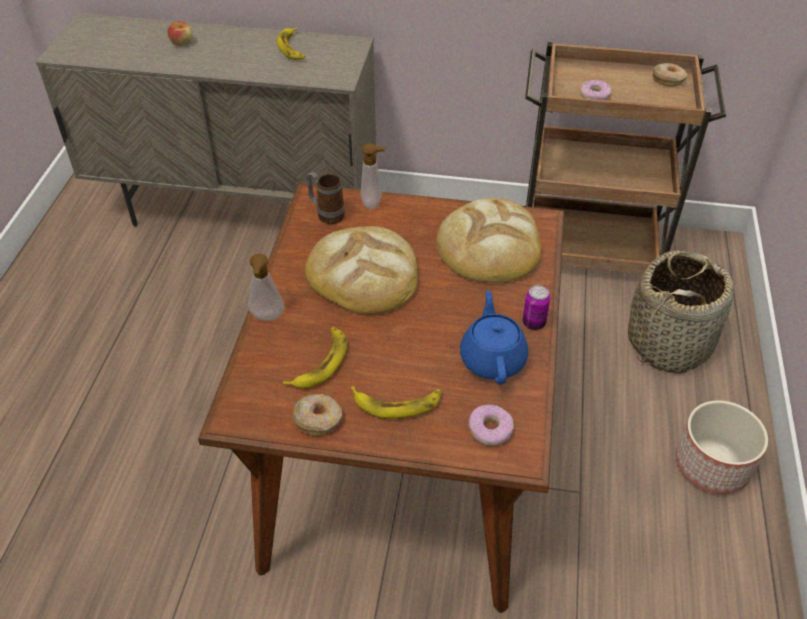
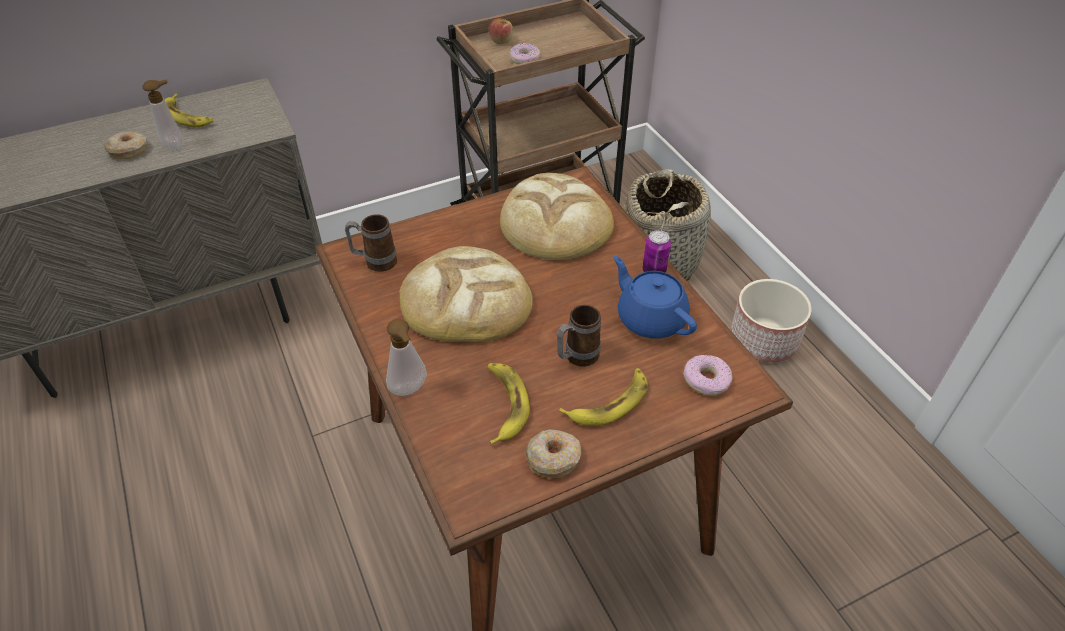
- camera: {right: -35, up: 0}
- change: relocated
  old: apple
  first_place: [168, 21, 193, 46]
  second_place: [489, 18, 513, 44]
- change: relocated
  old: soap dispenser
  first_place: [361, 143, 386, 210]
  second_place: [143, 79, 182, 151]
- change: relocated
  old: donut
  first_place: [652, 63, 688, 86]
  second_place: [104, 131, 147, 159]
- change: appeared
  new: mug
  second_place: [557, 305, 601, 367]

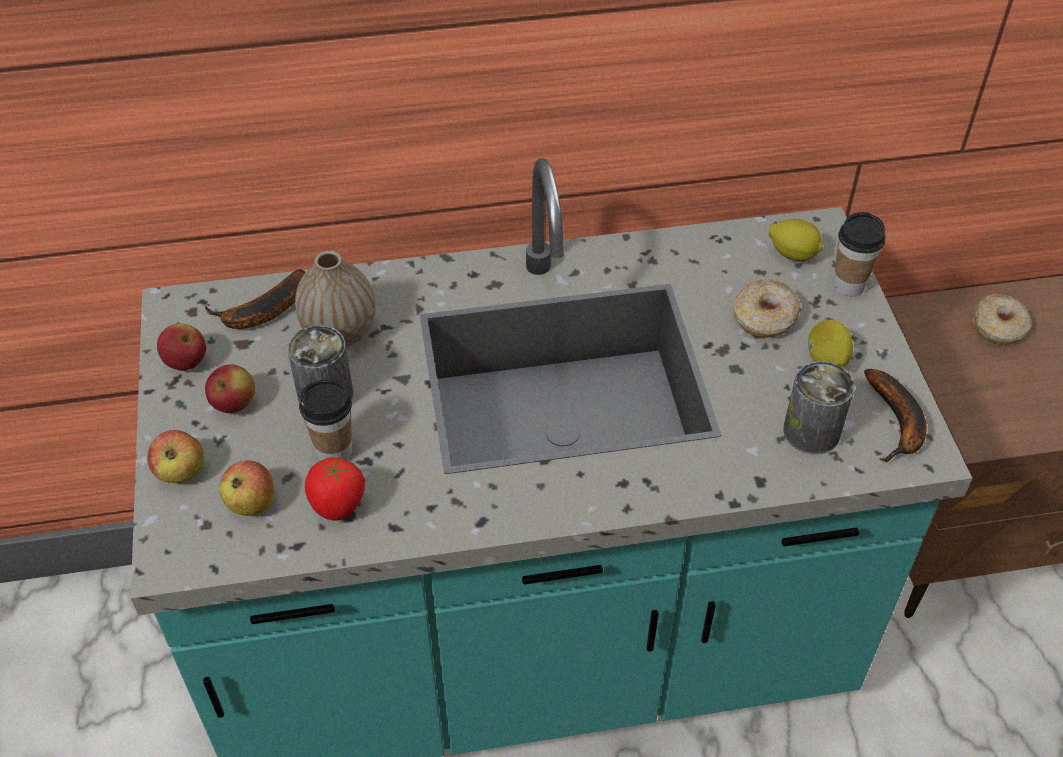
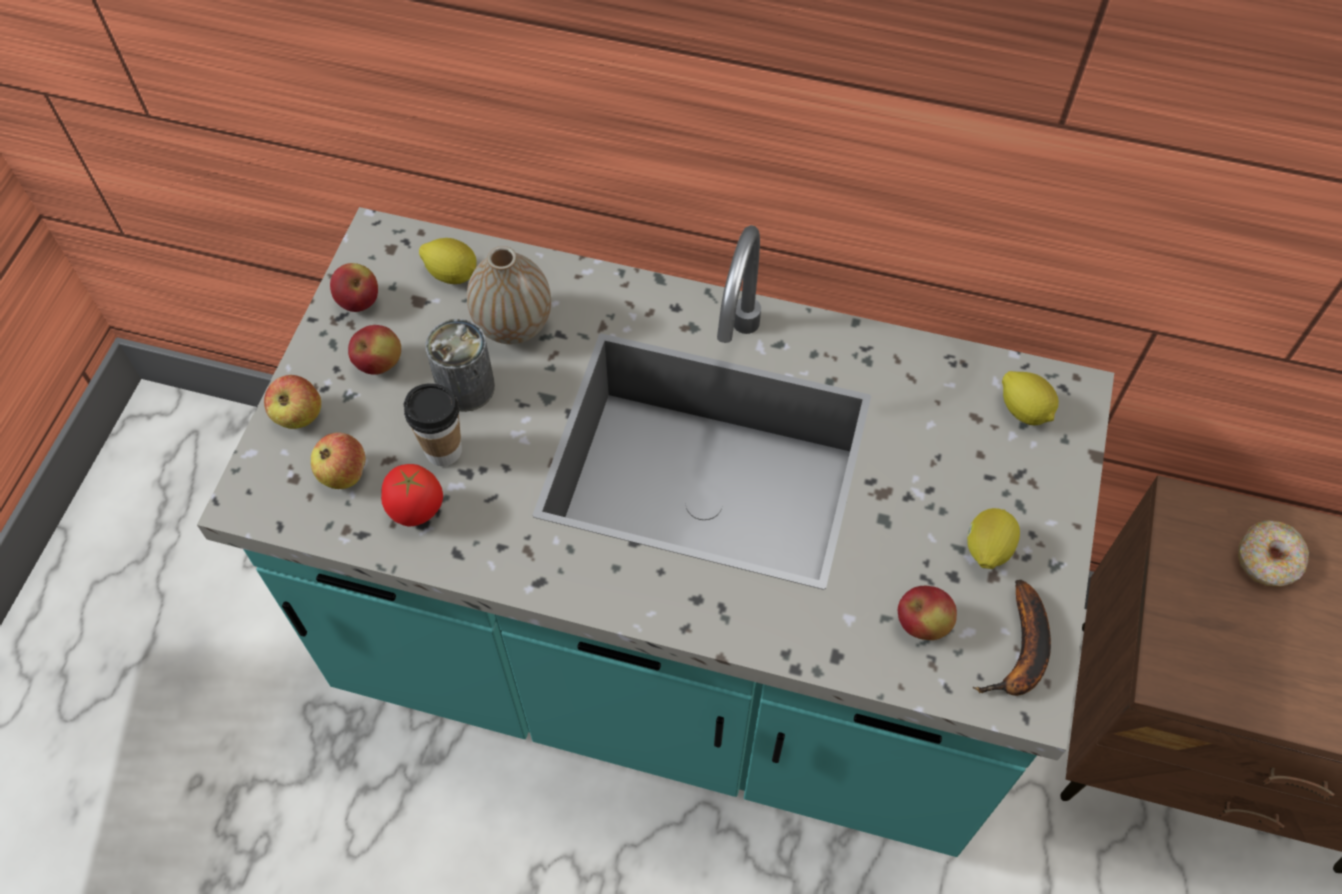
- camera: {right: 25, up: 10}
- change: exchanged
  old: banana
  new: lemon
  first_place: [203, 269, 305, 329]
  second_place: [419, 238, 476, 284]
- change: missing
  old: donut
  first_place: [733, 279, 800, 338]
- change: exchanged
  old: can
  new: apple
  first_place: [783, 361, 855, 454]
  second_place: [898, 586, 957, 640]
- change: missing
  old: cup
  first_place: [833, 212, 885, 296]

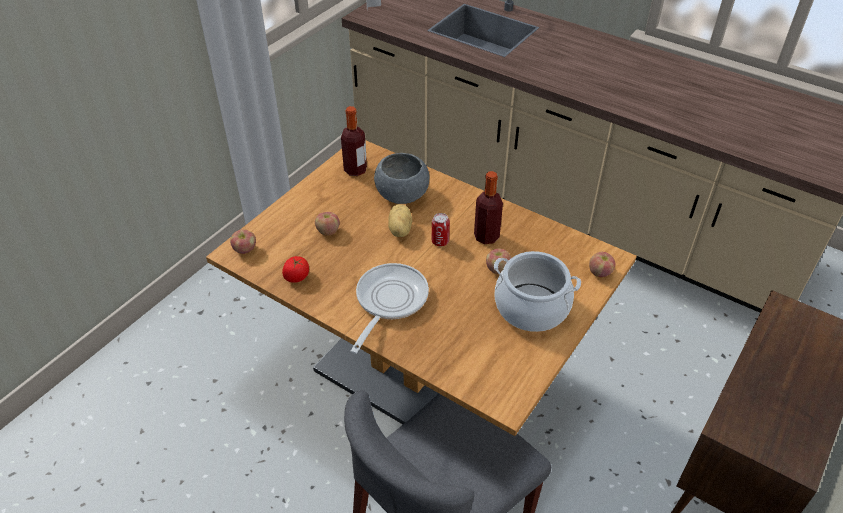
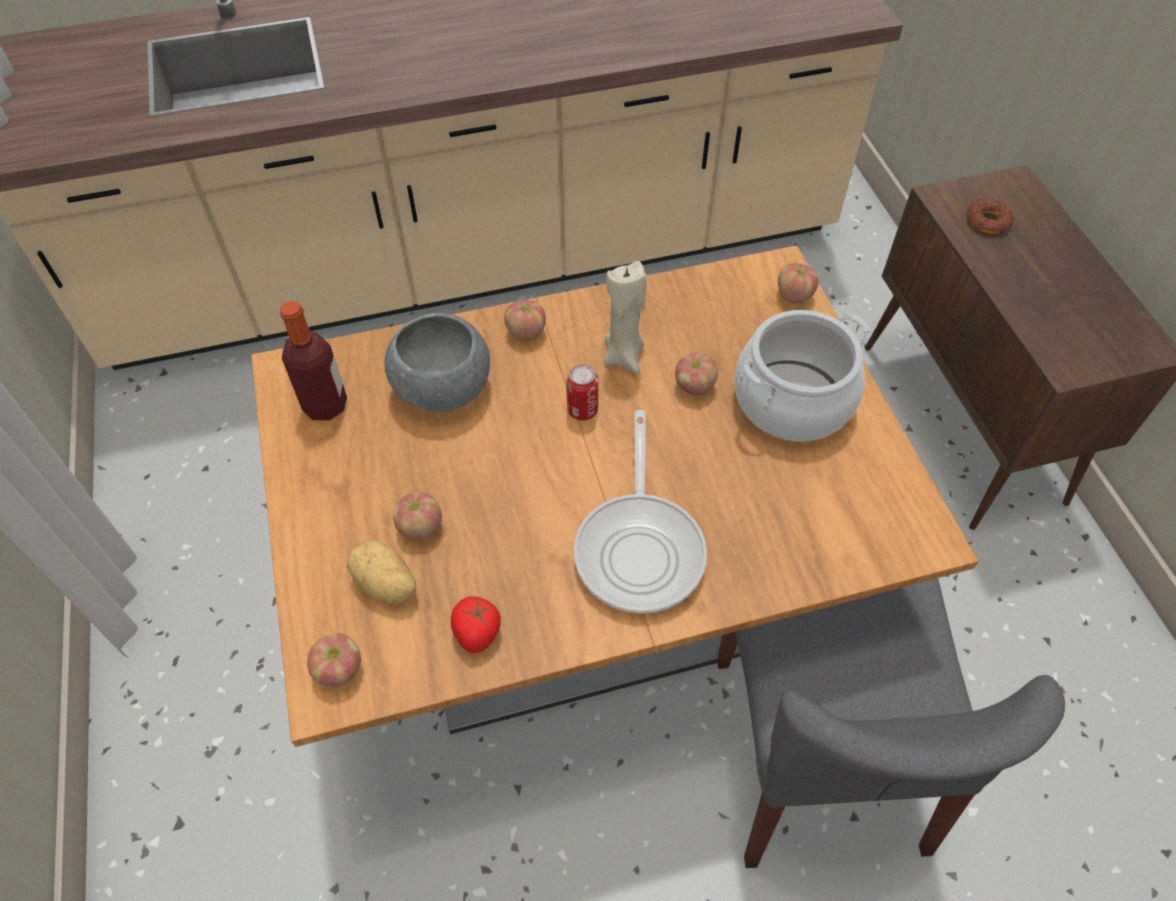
- camera: {right: -50, up: 10}
- change: spun
  old: frying pan
  first_place: [351, 263, 429, 354]
  second_place: [574, 410, 707, 614]
  degrees: -150
- change: relocated
  old: potato
  first_place: [388, 204, 412, 237]
  second_place: [347, 540, 416, 604]
- change: exchanged
  old: bottle
  new: beige candle
  first_place: [474, 171, 503, 244]
  second_place: [604, 261, 647, 374]
- change: appeared
  new: apple
  second_place: [504, 300, 546, 341]
- change: appeared
  new: donut
  second_place: [967, 199, 1014, 234]

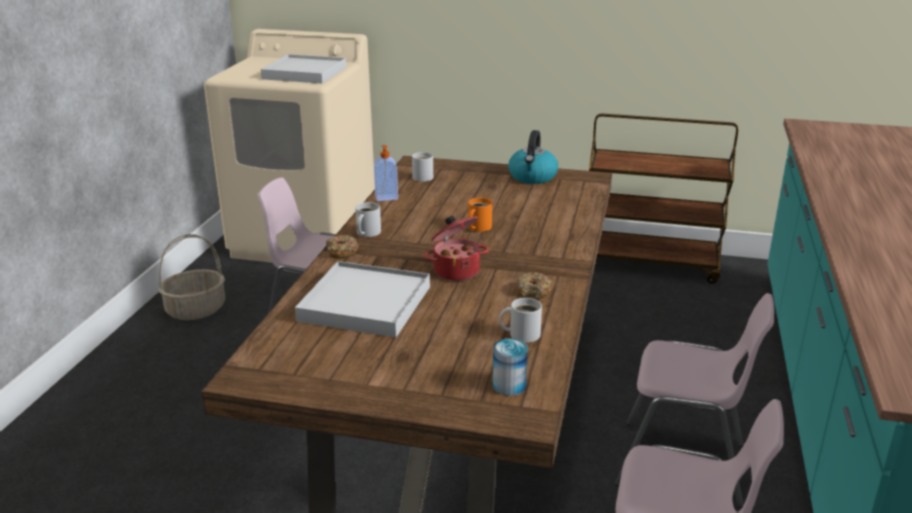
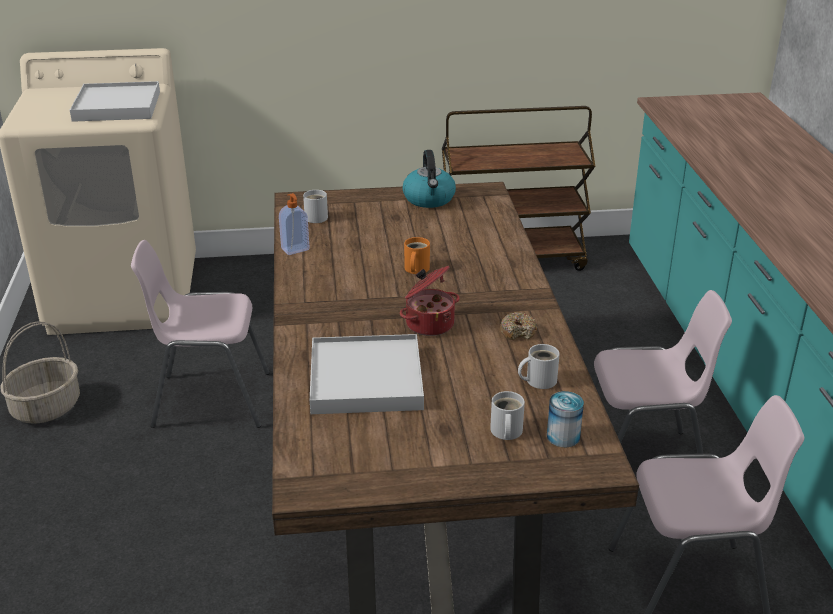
- camera: {right: -20, up: 5}
- change: missing
  old: donut
  first_place: [326, 235, 358, 259]
- change: relocated
  old: white mug
  first_place: [356, 202, 381, 237]
  second_place: [490, 391, 525, 440]

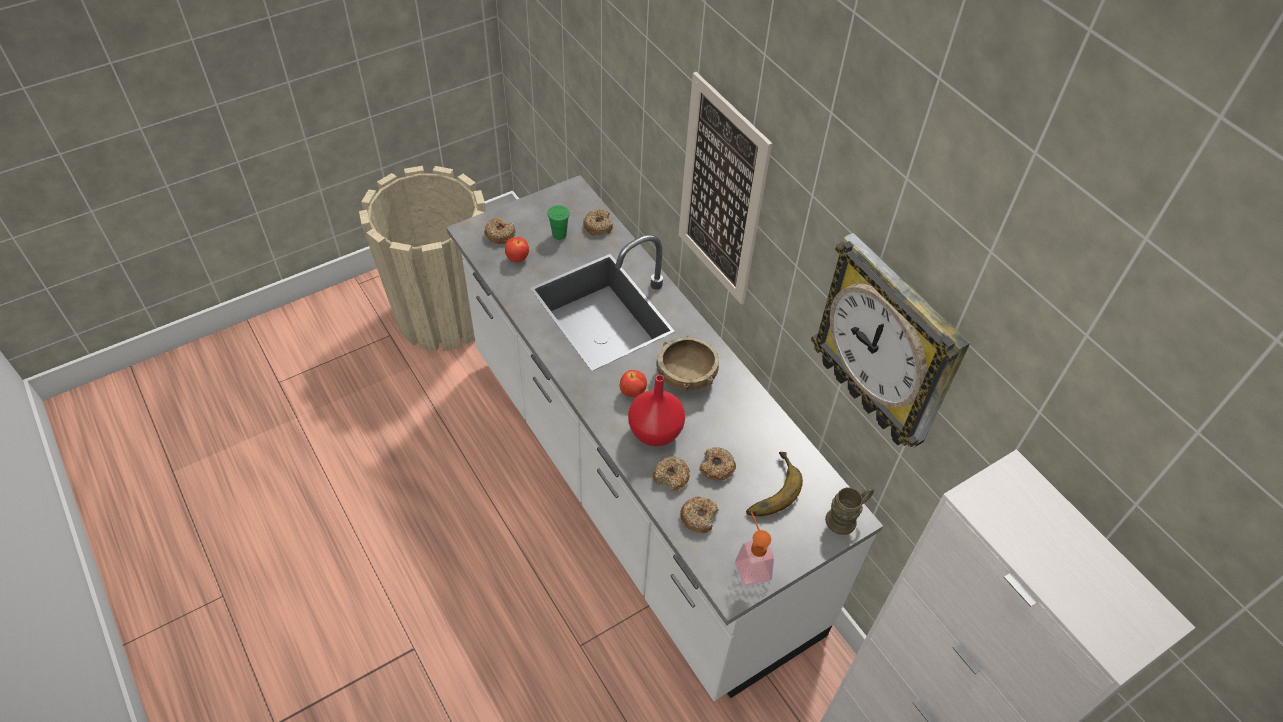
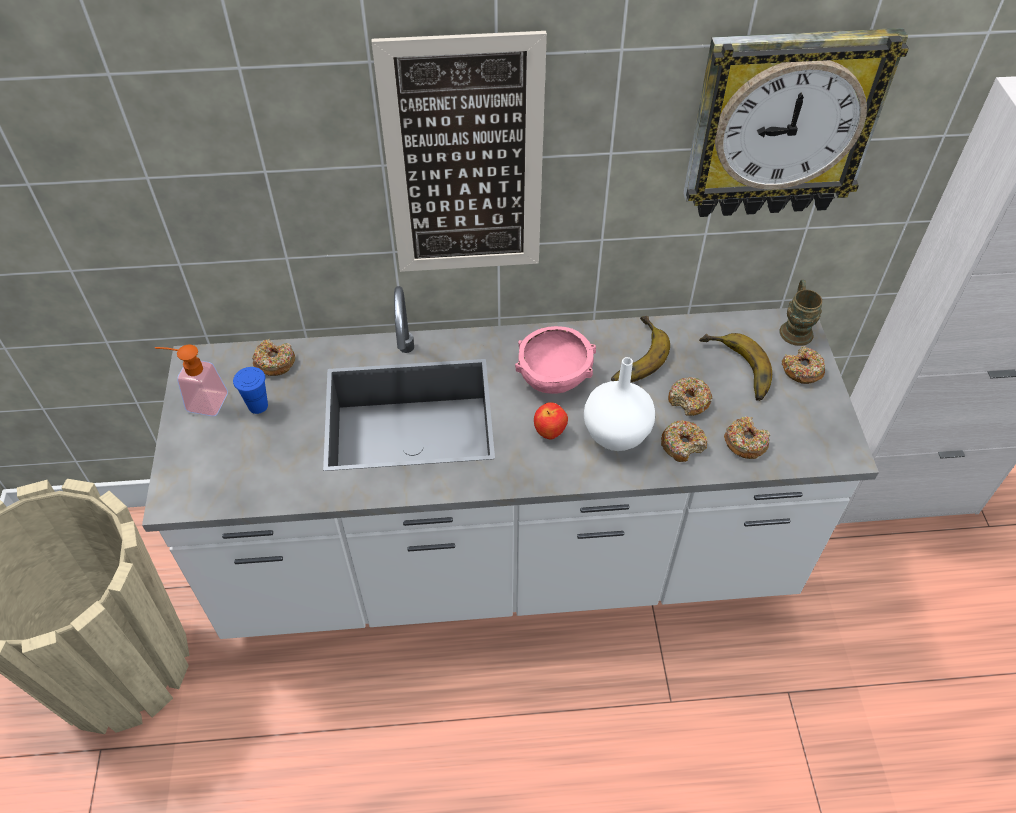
- camera: {right: -60, up: 0}
- change: relocated
  old: donut
  first_place: [484, 217, 515, 244]
  second_place: [782, 346, 825, 384]
- change: missing
  old: apple
  first_place: [505, 237, 529, 262]
- change: colour
  old: green cup
  new: blue cup
  first_place: [547, 205, 570, 240]
  second_place: [233, 367, 268, 414]
- change: colour
  old: red vase
  new: white vase
  first_place: [628, 375, 685, 446]
  second_place: [584, 357, 655, 451]
- change: colour
  old: brown bowl
  new: pink bowl
  first_place: [656, 335, 719, 391]
  second_place: [515, 326, 596, 394]
- change: relocated
  old: soap dispenser
  first_place: [735, 512, 774, 587]
  second_place: [155, 345, 228, 416]
- change: appeared
  new: banana
  second_place: [611, 316, 670, 383]

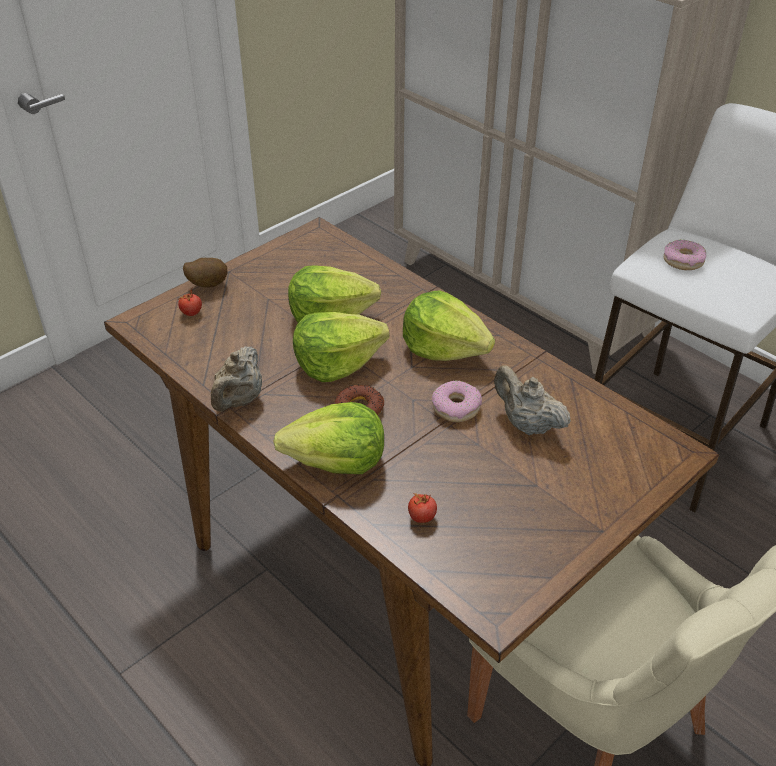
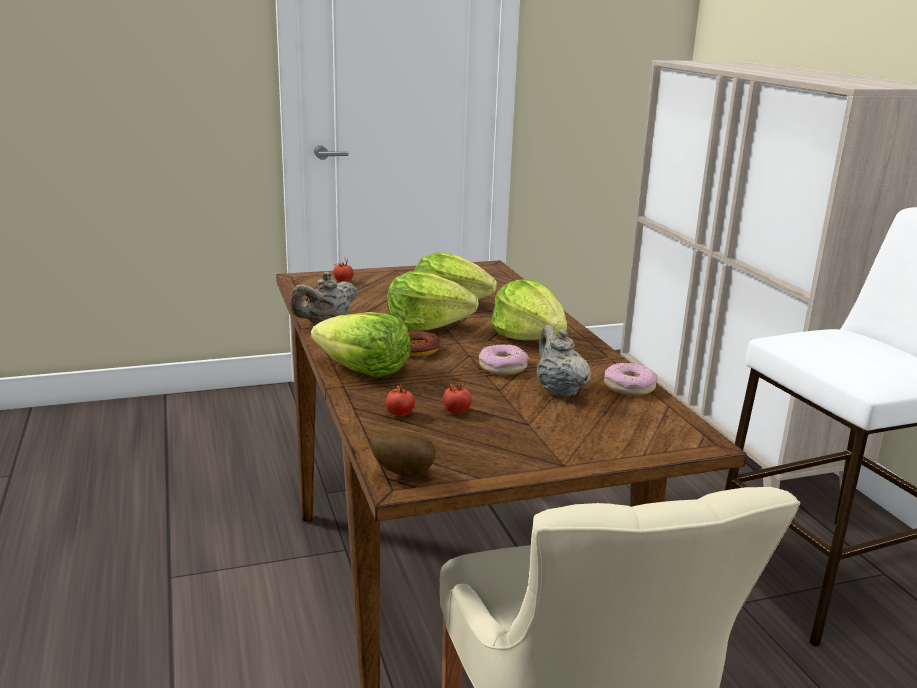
- camera: {right: 25, up: -20}
- change: relocated
  old: potato
  first_place: [183, 258, 227, 287]
  second_place: [370, 431, 436, 477]
- change: relocated
  old: donut
  first_place: [664, 240, 706, 270]
  second_place: [604, 363, 658, 396]
- change: appeared
  new: tomato
  second_place: [443, 379, 472, 414]

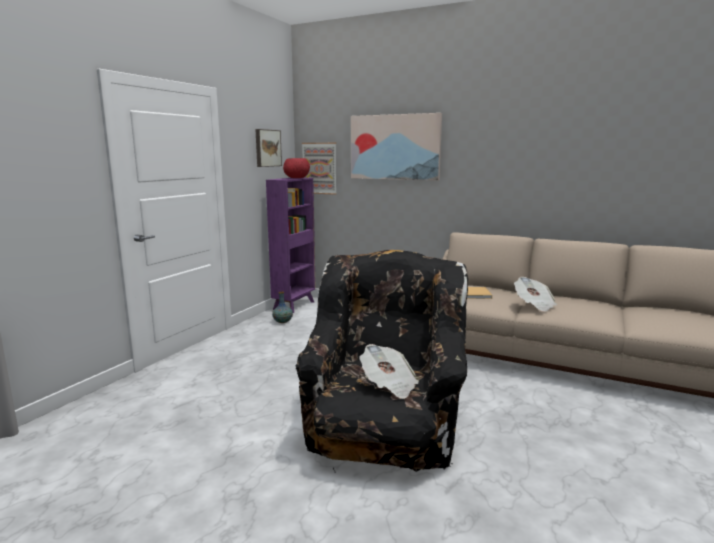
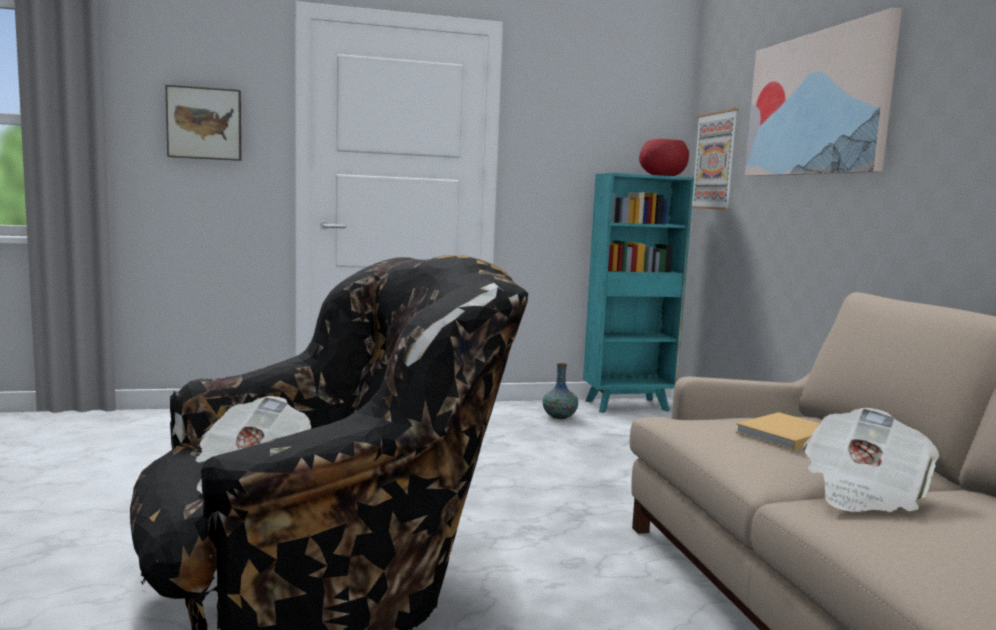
- camera: {right: 50, up: -5}
- change: relocated
  old: picture
  first_place: [255, 129, 282, 167]
  second_place: [165, 85, 241, 161]
- change: colour
  old: purple bookcase
  new: turquoise bookcase
  first_place: [266, 178, 316, 313]
  second_place: [583, 173, 694, 413]

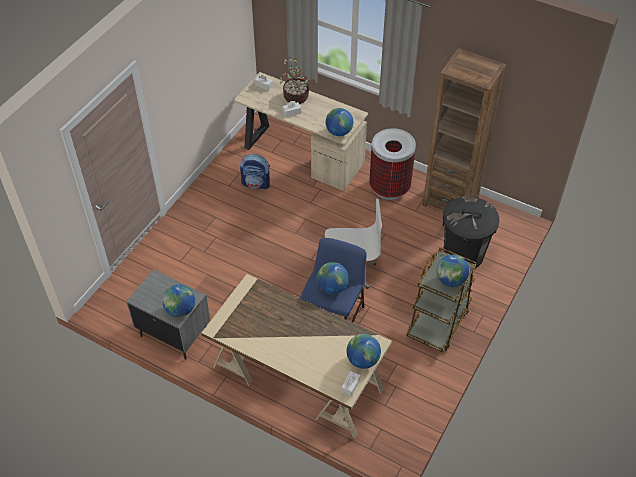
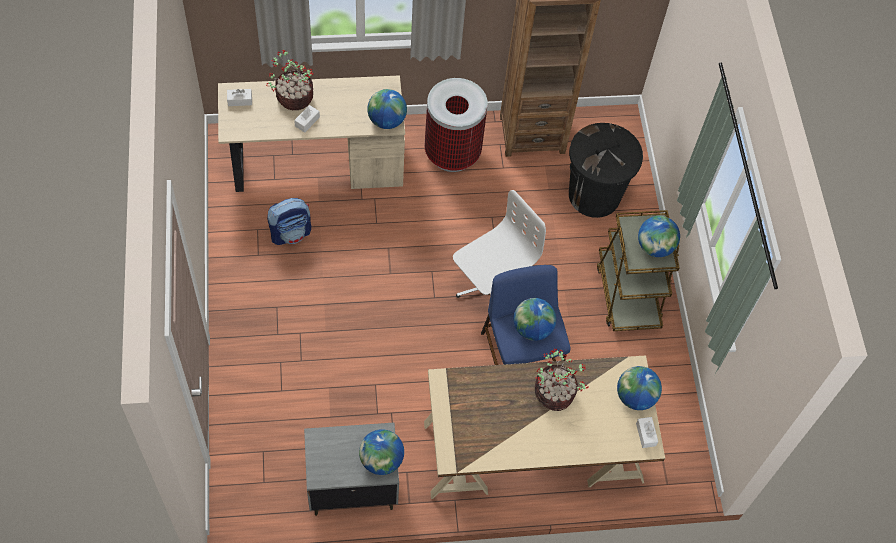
- camera: {right: -40, up: 10}
- change: appeared
  new: potted plant
  second_place: [535, 349, 589, 411]

